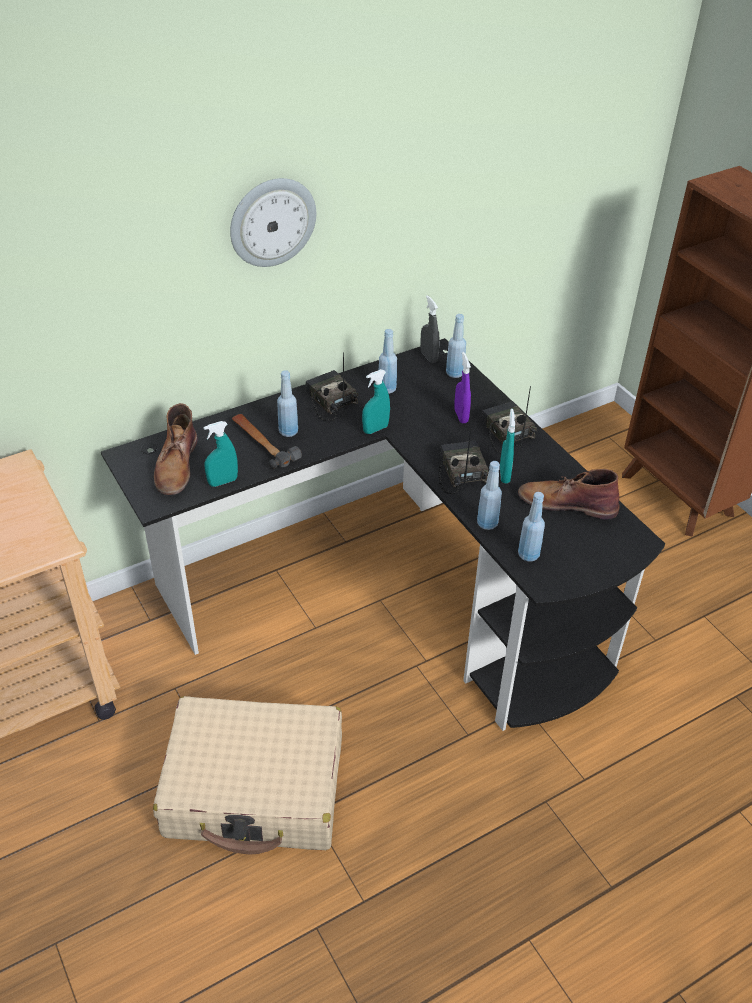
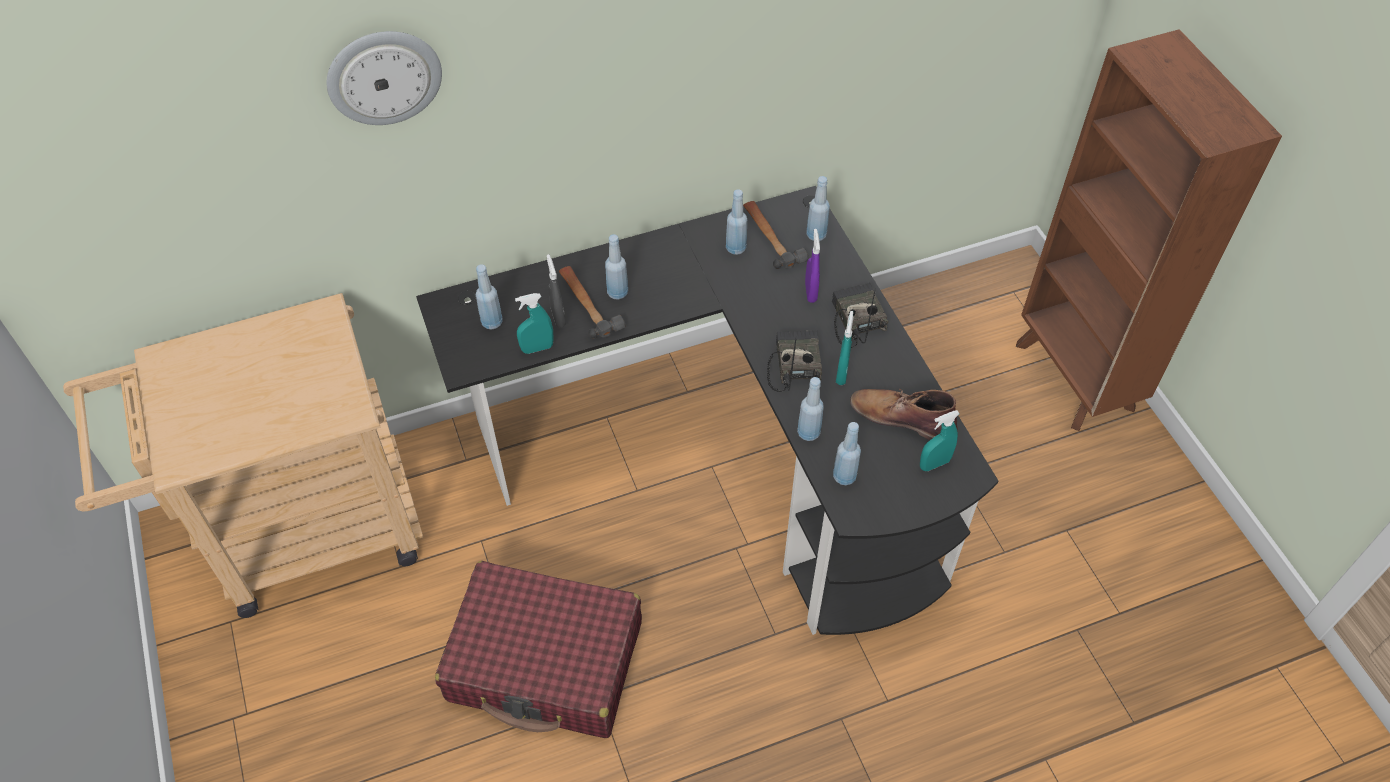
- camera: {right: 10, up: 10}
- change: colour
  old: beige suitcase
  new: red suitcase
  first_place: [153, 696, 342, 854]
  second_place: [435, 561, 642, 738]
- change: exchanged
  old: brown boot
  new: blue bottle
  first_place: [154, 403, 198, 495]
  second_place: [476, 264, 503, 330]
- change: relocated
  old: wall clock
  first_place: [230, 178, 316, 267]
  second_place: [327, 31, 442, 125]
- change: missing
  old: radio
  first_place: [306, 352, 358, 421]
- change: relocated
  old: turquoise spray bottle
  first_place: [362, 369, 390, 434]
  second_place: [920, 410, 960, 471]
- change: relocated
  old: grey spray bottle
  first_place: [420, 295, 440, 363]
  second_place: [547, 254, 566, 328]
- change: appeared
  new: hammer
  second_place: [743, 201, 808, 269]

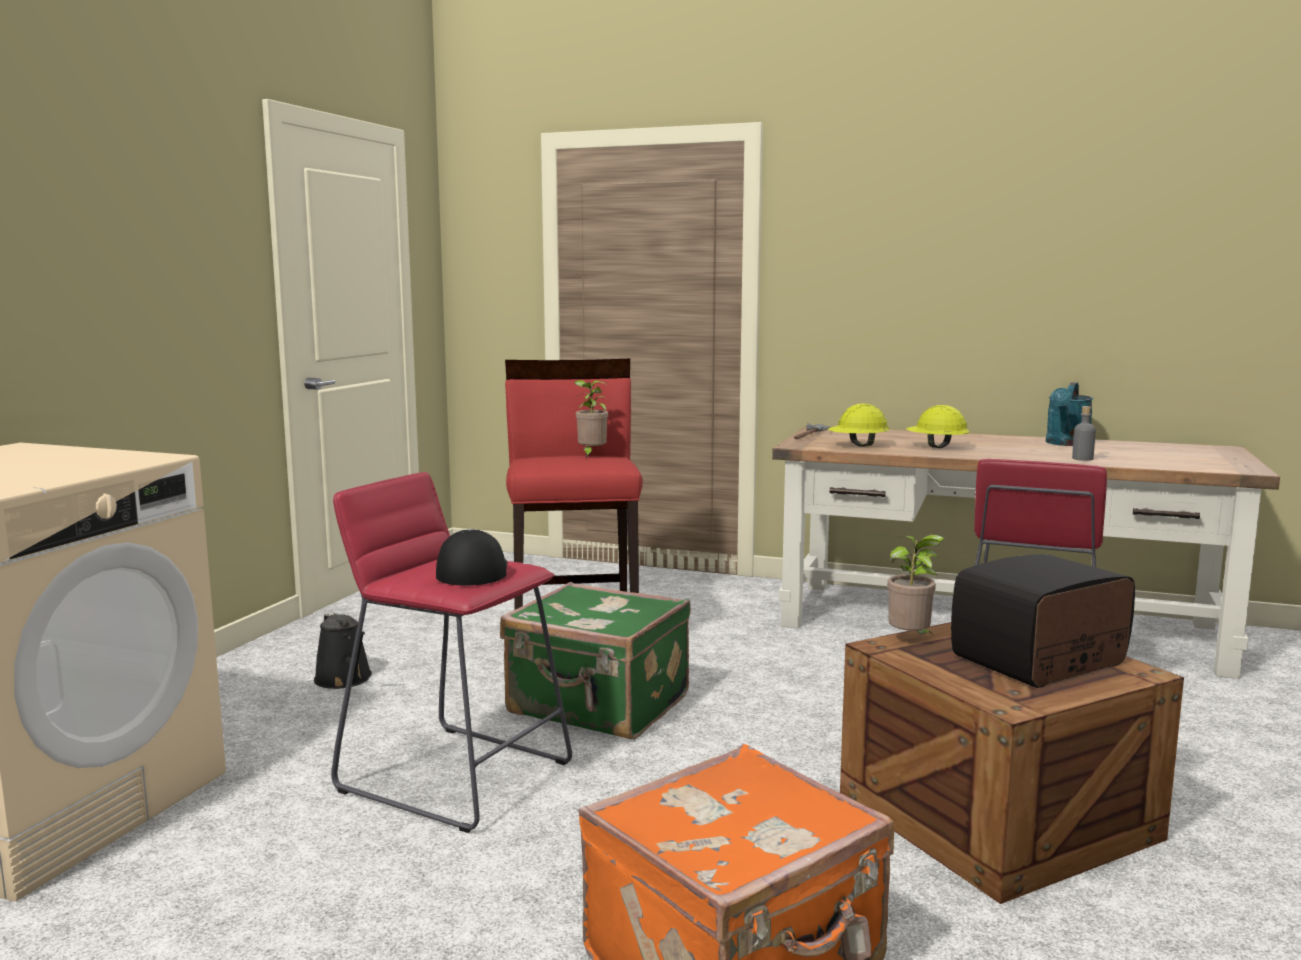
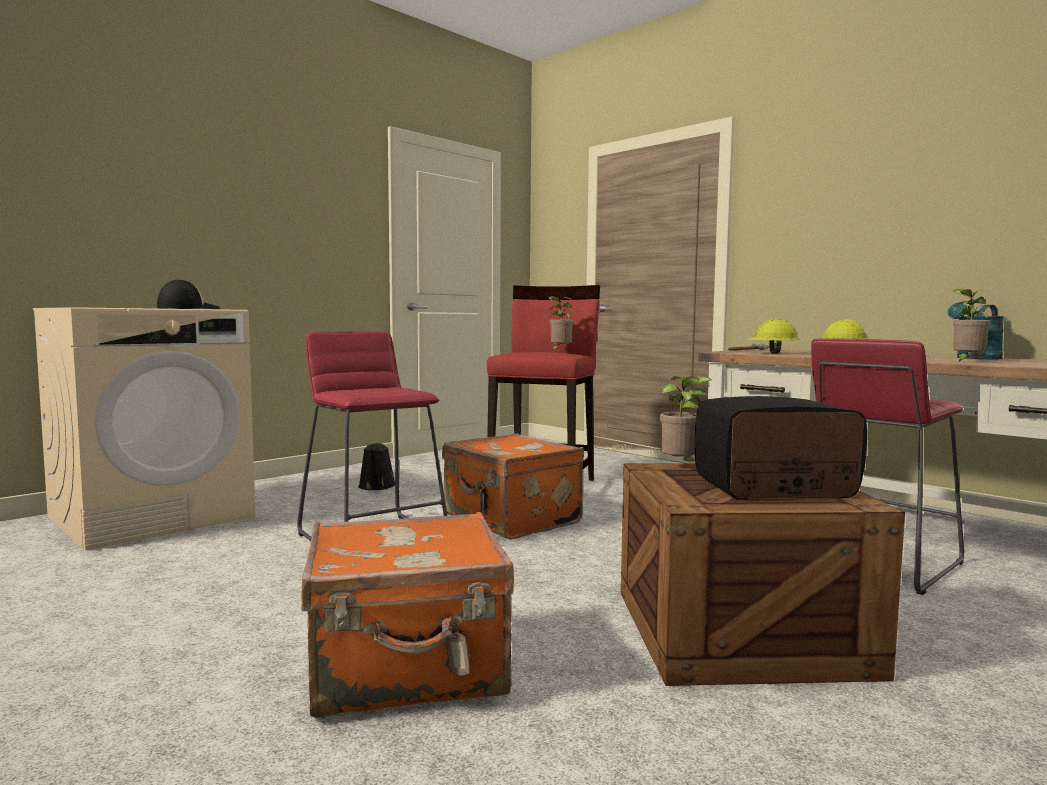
- camera: {right: 25, up: -5}
- change: relocated
  old: cap
  first_place: [436, 529, 508, 585]
  second_place: [157, 279, 221, 309]
- change: colour
  old: green suitcase
  new: orange suitcase
  first_place: [500, 582, 691, 739]
  second_place: [442, 434, 584, 539]
- change: exchanged
  old: grey bottle
  new: potted plant
  first_place: [1072, 406, 1096, 461]
  second_place: [953, 289, 990, 361]

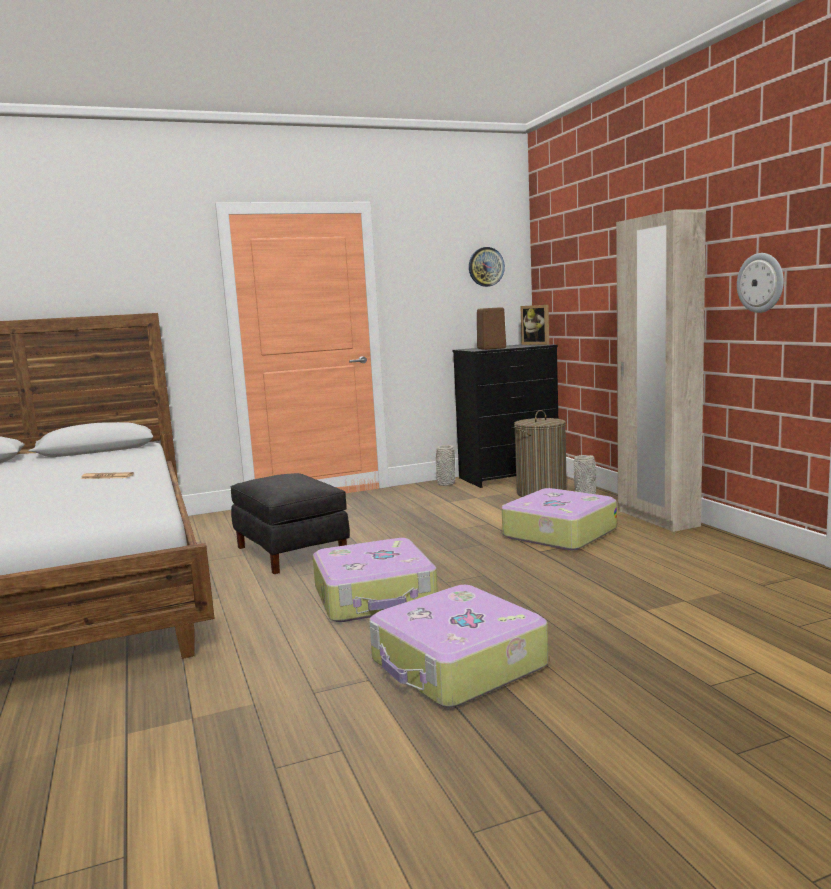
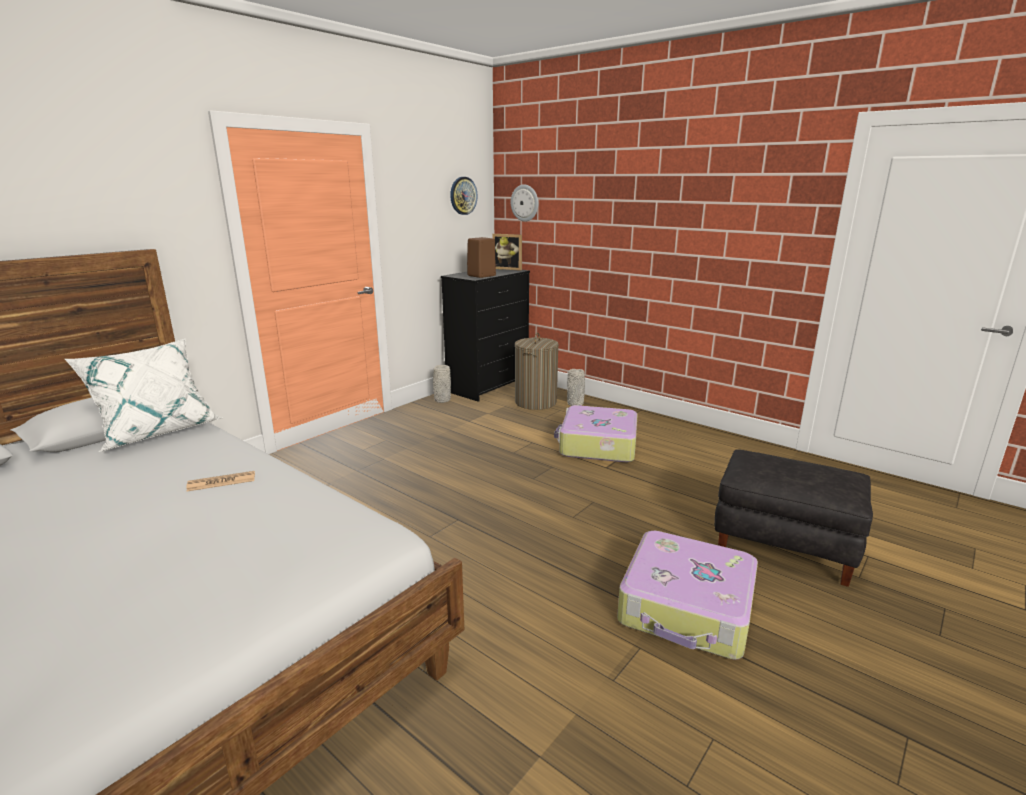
- camera: {right: -30, up: 10}
- change: relocated
  old: black ottoman
  first_place: [231, 473, 350, 574]
  second_place: [714, 449, 873, 587]
- change: missing
  old: suitcase
  first_place: [313, 538, 438, 622]
- change: missing
  old: beige wardrobe
  first_place: [616, 209, 706, 532]
- change: relocated
  old: wall clock
  first_place: [737, 253, 784, 313]
  second_place: [511, 184, 538, 222]
- change: appeared
  new: white pillow
  second_place: [65, 339, 222, 452]

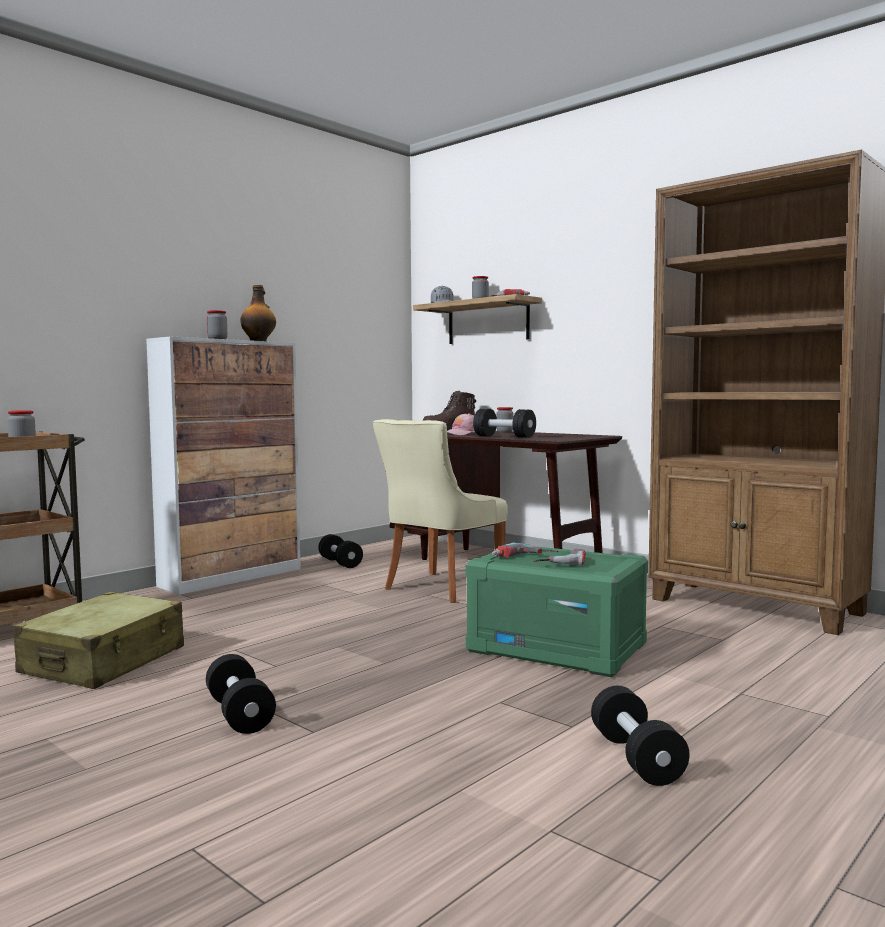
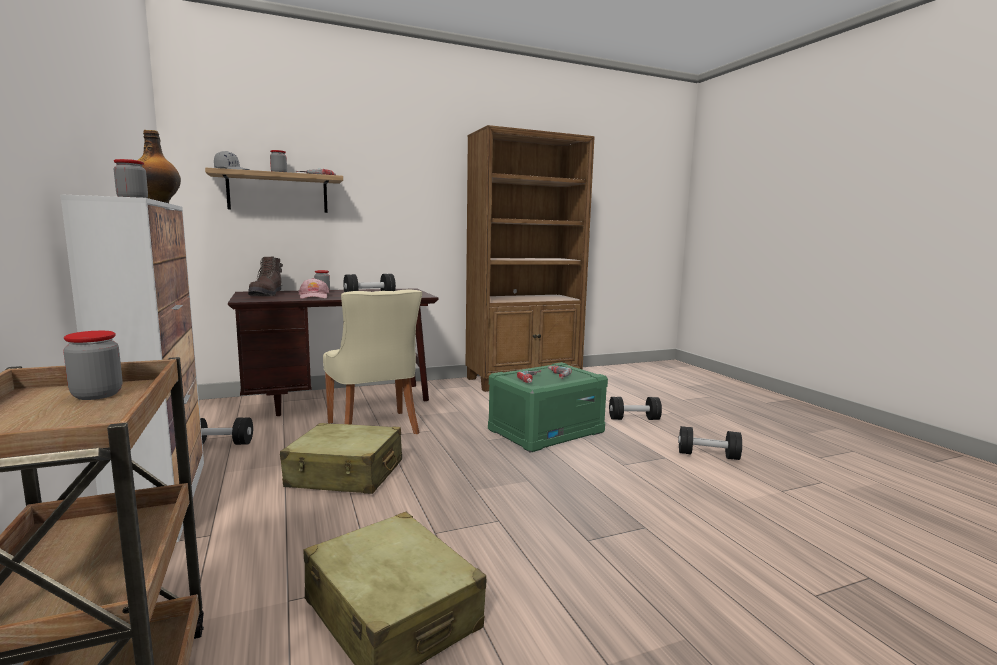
- camera: {right: -65, up: 5}
- change: relocated
  old: black dumbbell
  first_place: [206, 654, 276, 734]
  second_place: [609, 397, 662, 420]
- change: appeared
  new: beige suitcase
  second_place: [280, 423, 402, 494]

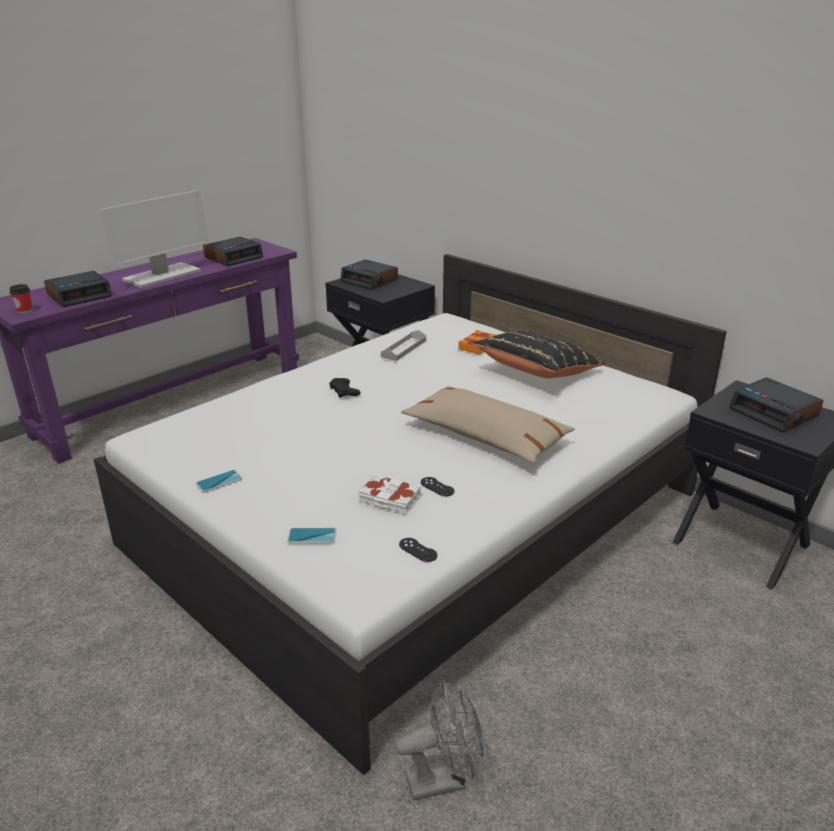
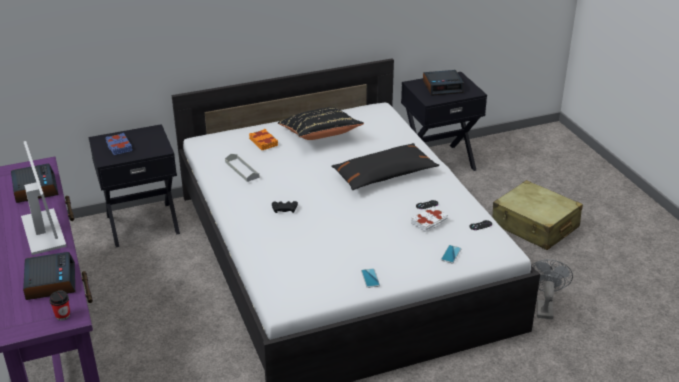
- camera: {right: -65, up: 5}
- change: exchanged
  old: alarm clock
  new: blue book
  first_place: [341, 260, 398, 290]
  second_place: [106, 133, 132, 155]
- change: colour
  old: beige pillow
  new: black pillow
  first_place: [401, 386, 575, 463]
  second_place: [332, 143, 439, 190]
- change: appeared
  new: beige suitcase
  second_place: [492, 180, 583, 250]

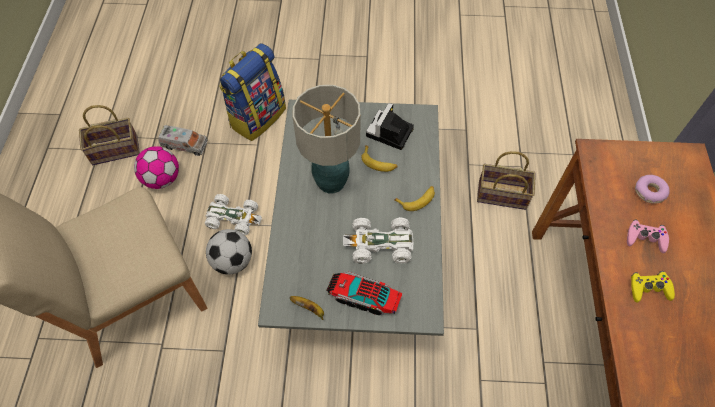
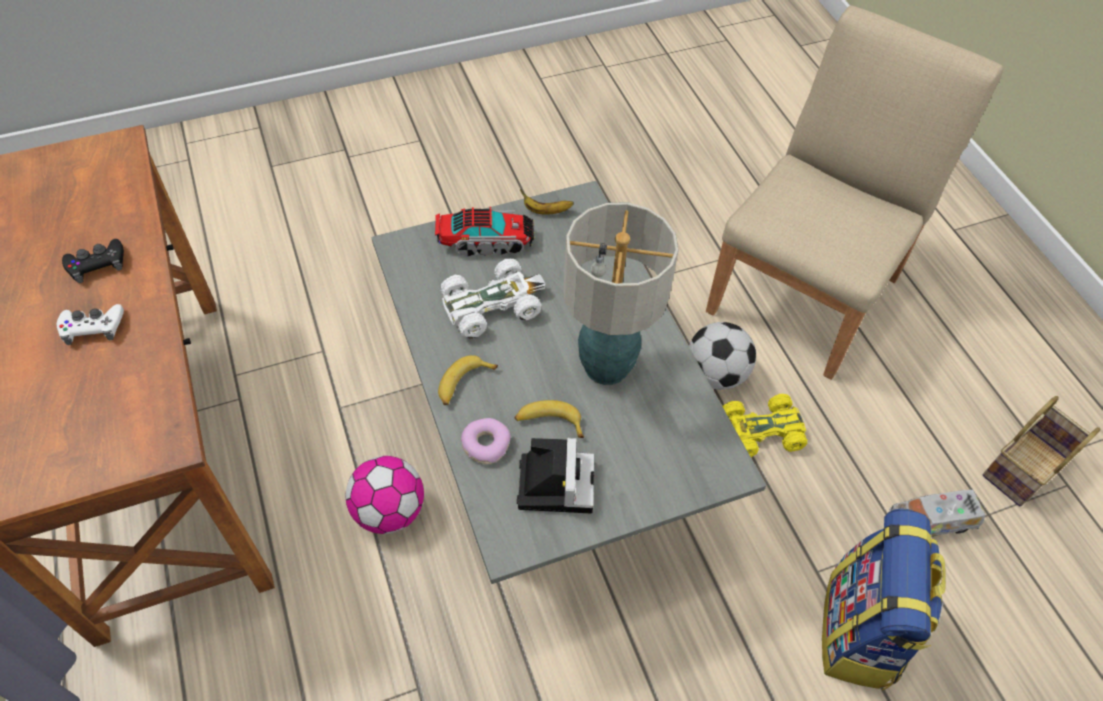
- camera: {right: 155, up: -5}
- change: relocated
  old: football
  first_place: [134, 146, 179, 189]
  second_place: [345, 456, 424, 534]
- change: colour
  old: white toy car
  new: yellow toy car
  first_place: [205, 194, 262, 235]
  second_place: [722, 394, 807, 457]
- change: missing
  old: basket
  first_place: [477, 151, 536, 210]
- change: colour
  old: pink game controller
  new: white game controller
  first_place: [627, 219, 669, 253]
  second_place: [57, 304, 124, 345]
- change: colour
  old: yellow game controller
  new: black game controller
  first_place: [631, 271, 675, 302]
  second_place: [62, 239, 124, 283]
- change: relocated
  old: donut
  first_place: [635, 175, 670, 204]
  second_place: [461, 418, 511, 464]

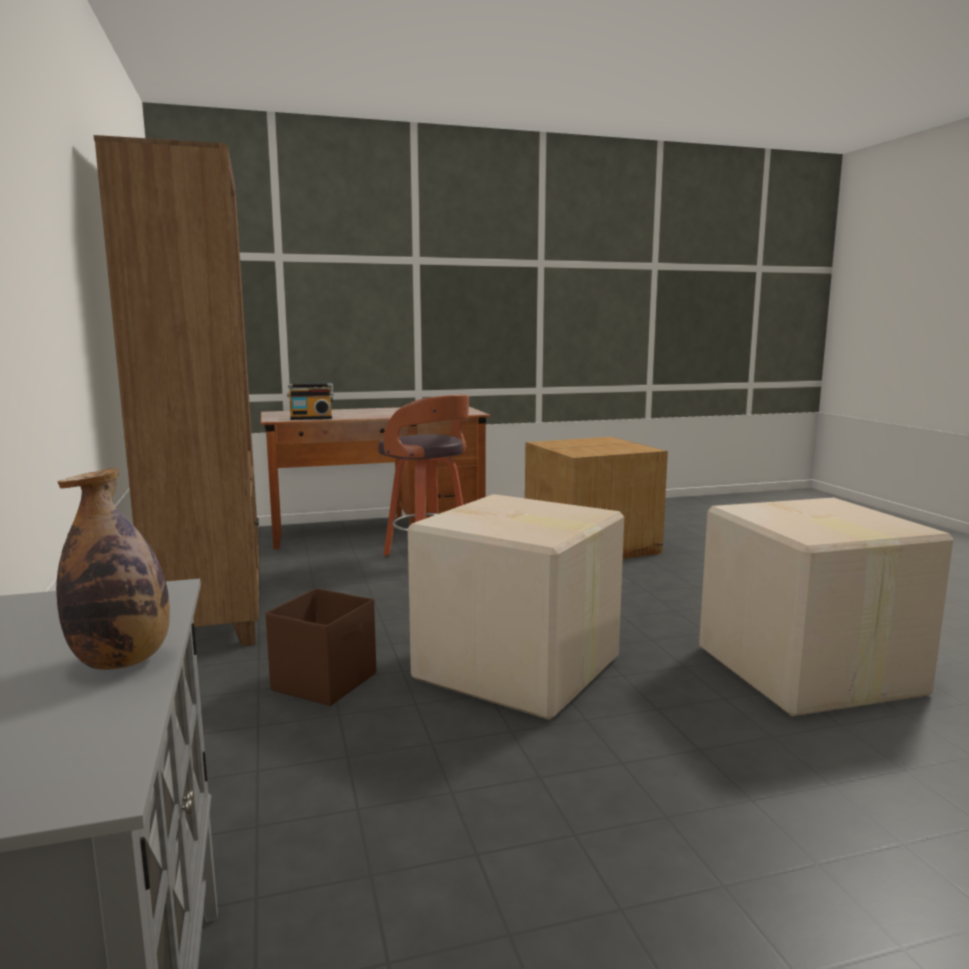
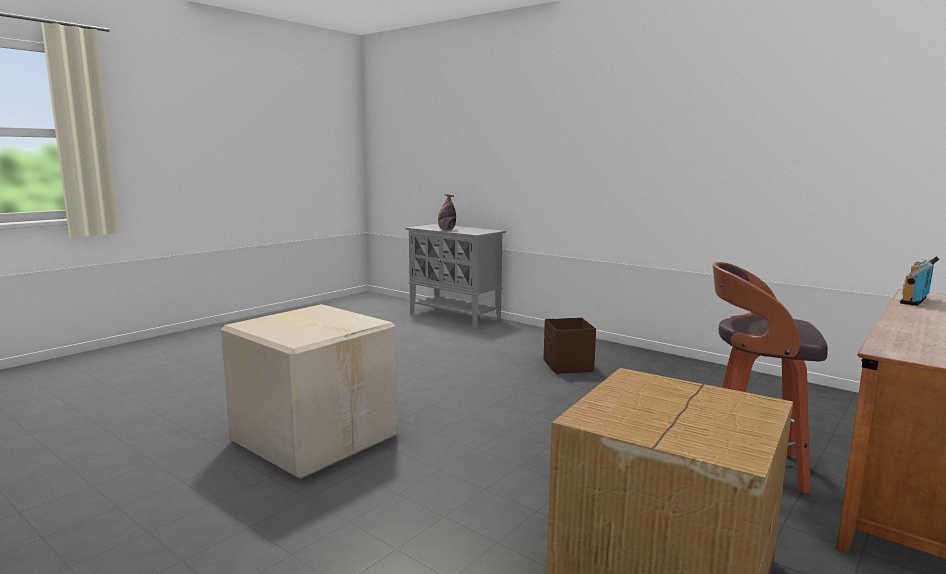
- camera: {right: 145, up: 0}
- change: missing
  old: brown bookcase
  first_place: [94, 135, 260, 646]
- change: missing
  old: cardboard box
  first_place: [408, 494, 624, 720]

